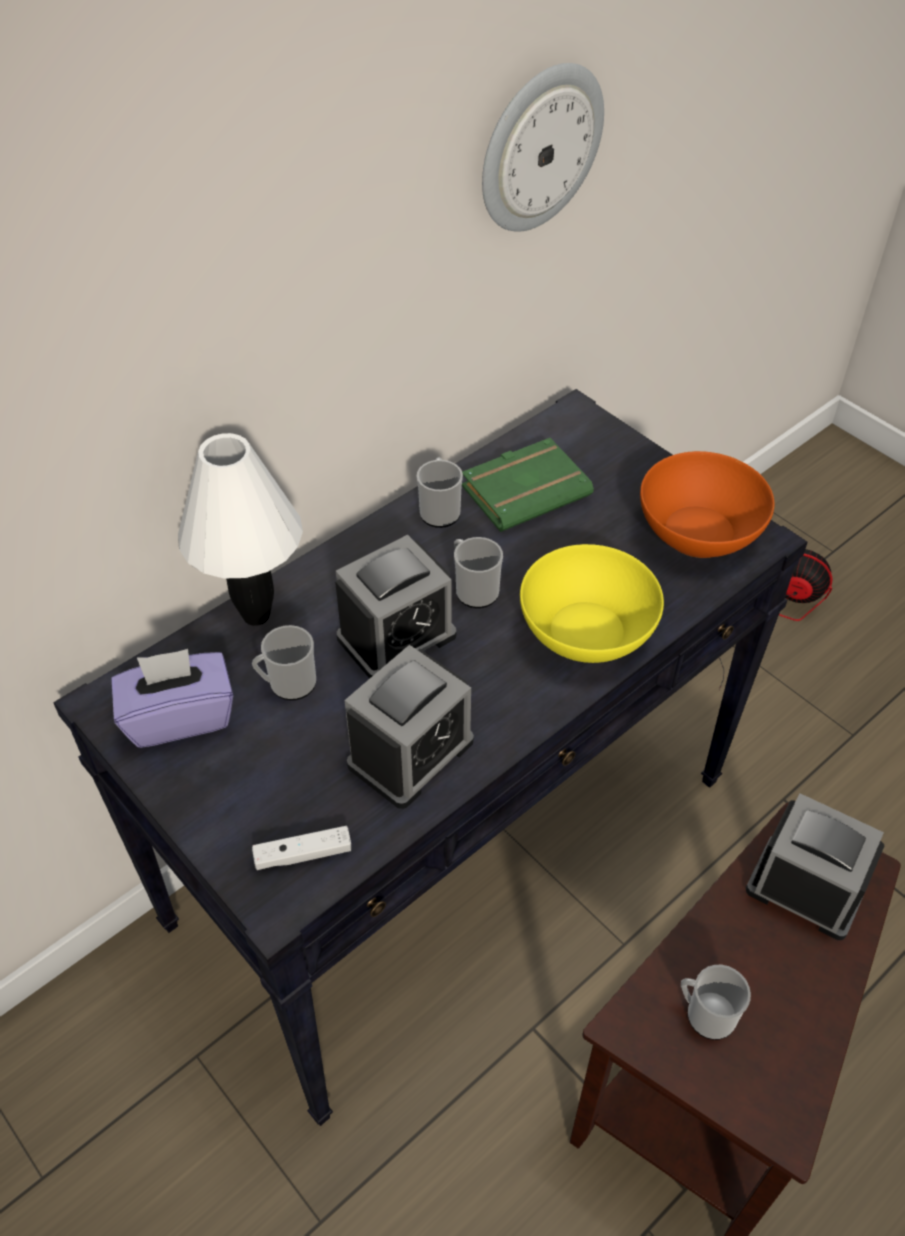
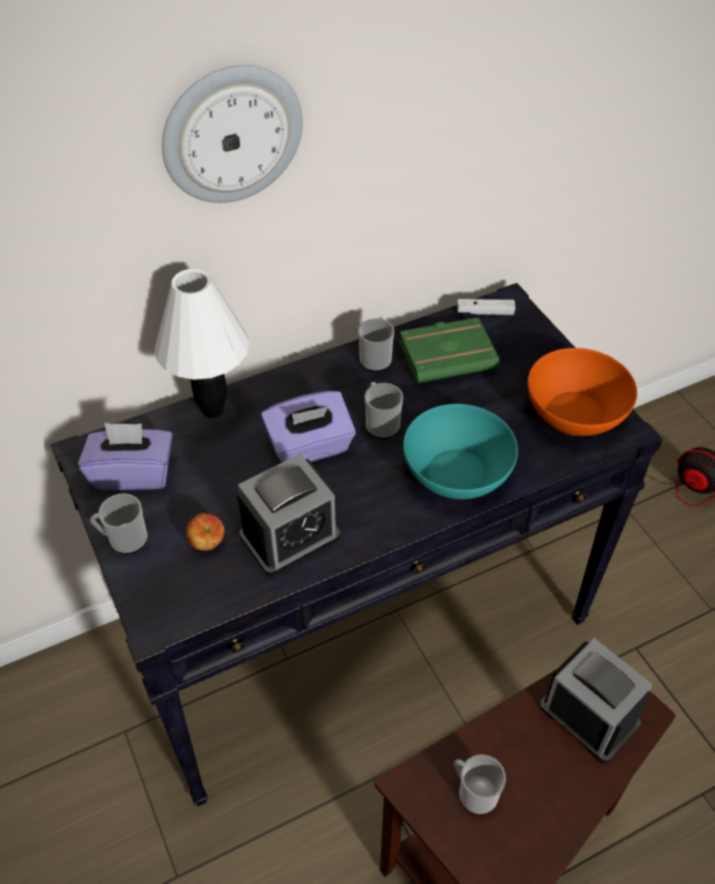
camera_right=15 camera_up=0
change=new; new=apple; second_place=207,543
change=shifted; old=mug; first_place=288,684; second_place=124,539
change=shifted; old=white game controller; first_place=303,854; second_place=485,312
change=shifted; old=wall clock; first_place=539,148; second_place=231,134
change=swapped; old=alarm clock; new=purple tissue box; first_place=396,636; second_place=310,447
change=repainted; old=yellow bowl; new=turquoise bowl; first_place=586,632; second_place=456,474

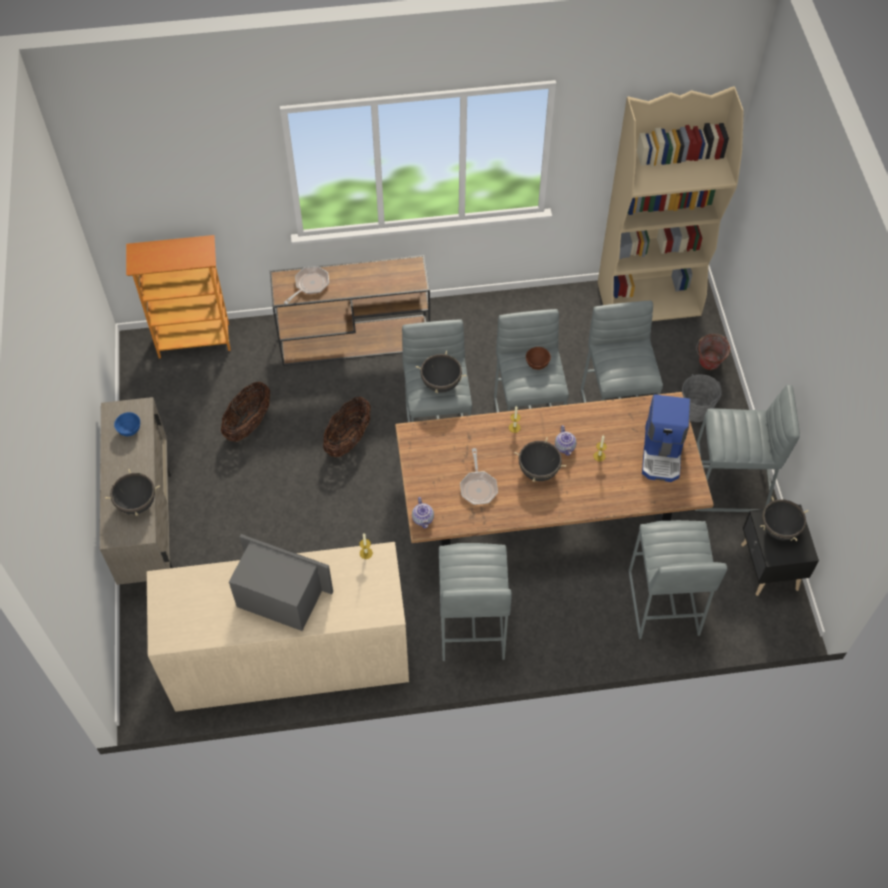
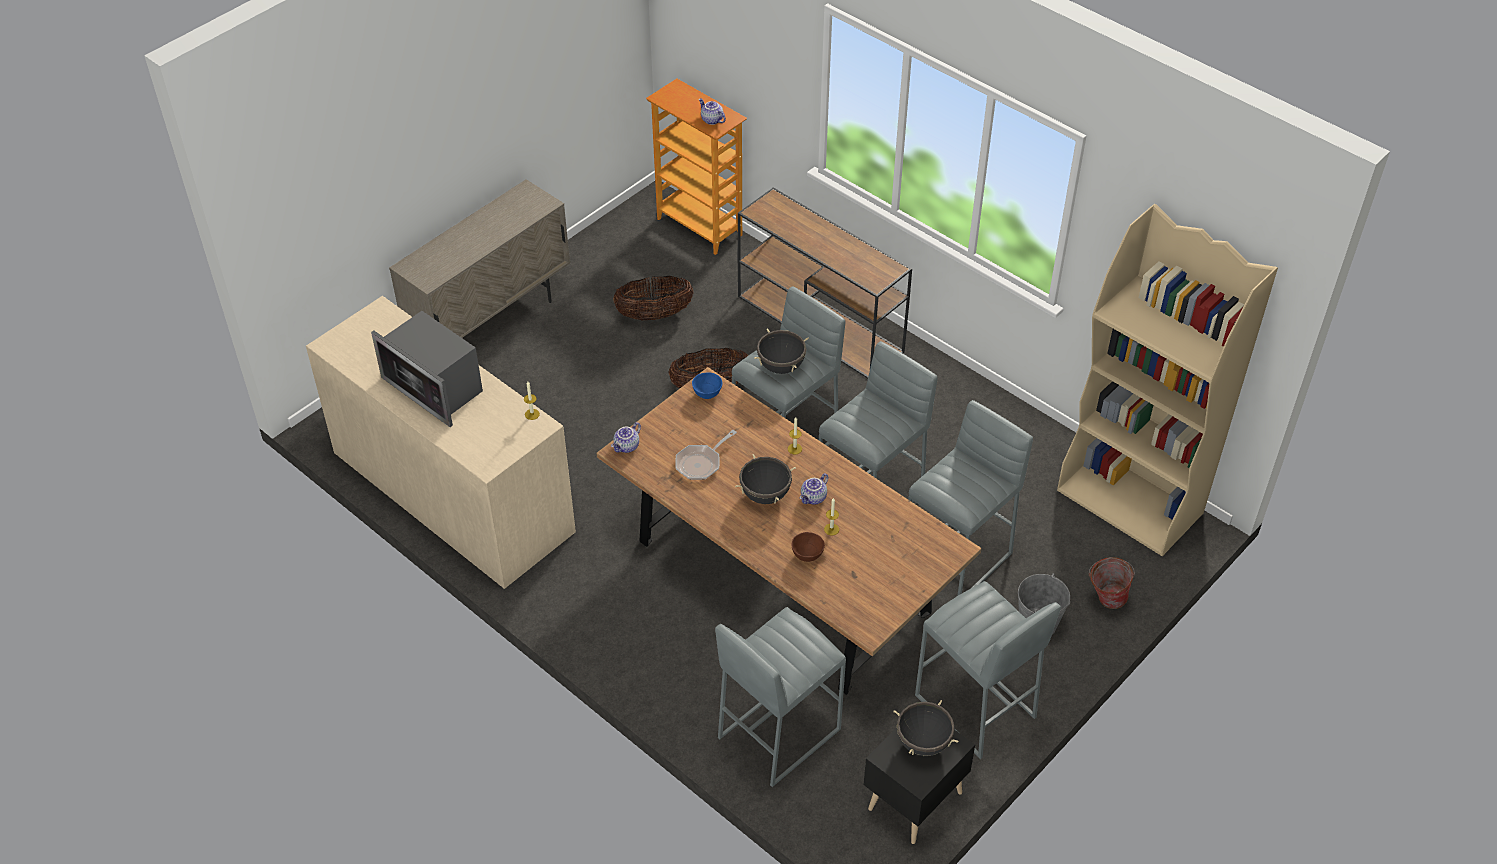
camera_right=50 camera_up=-10
change=gone; old=black cooking pot; first_place=137,503
change=gone; old=frying pan; first_place=310,285
change=gone; old=grey stool; first_place=471,625
change=gone; old=coffee machine; first_place=662,453
change=new; new=teapot; second_place=711,120
change=shifted; old=blue bowl; first_place=129,430; second_place=707,394
change=shifted; old=brown bowl; first_place=537,364; second_place=807,555
change=rotated; old=microwave; first_place=280,596; second_place=435,387; degrees=150

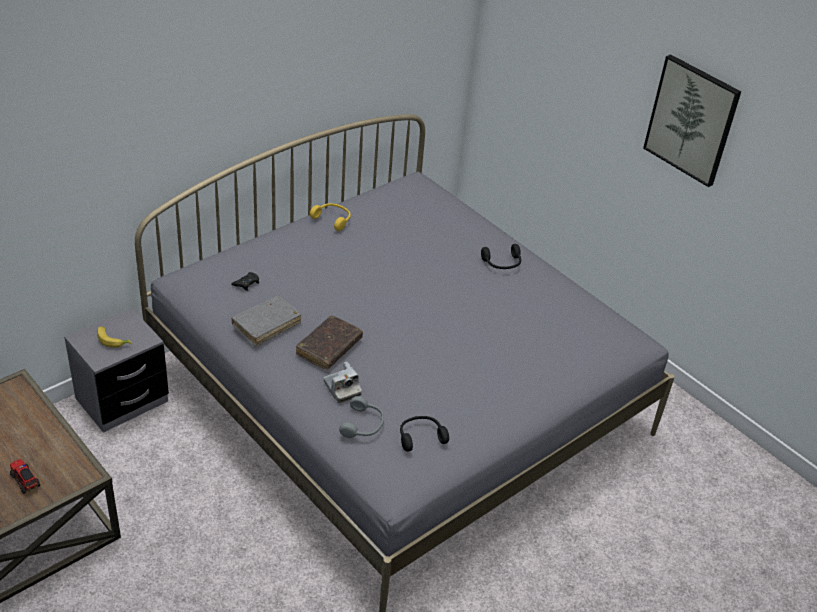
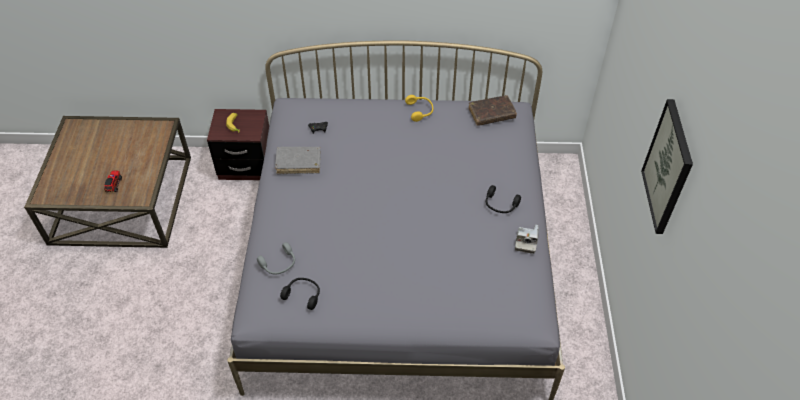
camera_right=45 camera_up=10
change=shifted; old=brown book; first_place=329,348; second_place=491,114
change=shifted; old=photo camera; first_place=342,389; second_place=526,242
change=repainted; old=grey nightstand; new=brown nightstand; first_place=122,400; second_place=246,165

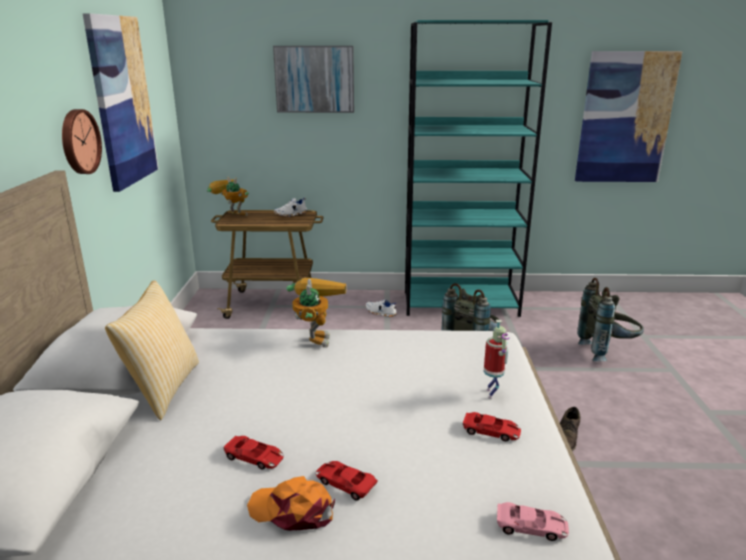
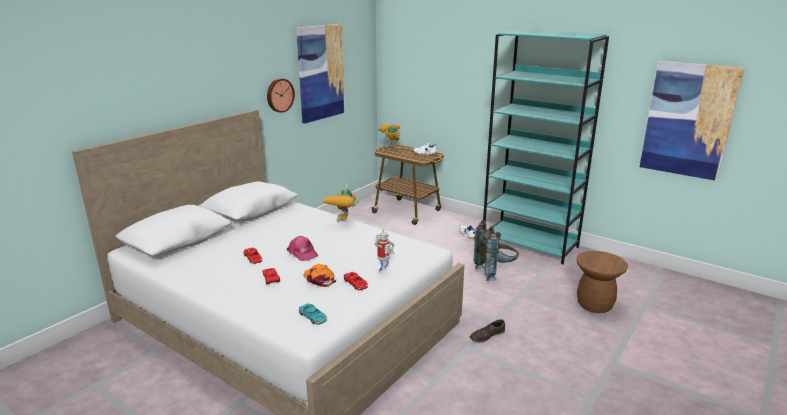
camera_right=35 camera_up=0
change=gone; old=pillow; first_place=162,389
change=gone; old=picture; first_place=314,79
change=new; new=pink cap; second_place=302,253
change=shifted; old=orange cap; first_place=292,510; second_place=319,278
change=swapped; old=grey backpack; new=brown stool; first_place=607,352; second_place=594,305
change=repainted; old=pink toy car; new=turquoise toy car; first_place=531,527; second_place=313,317
change=rotated; old=toy robot; first_place=315,336; second_place=344,222; degrees=150

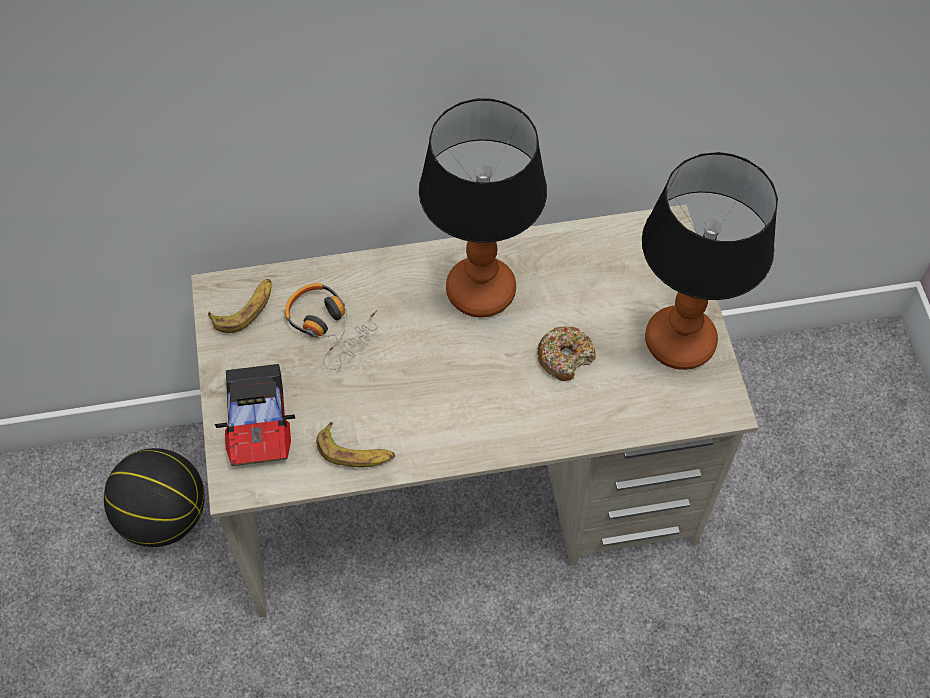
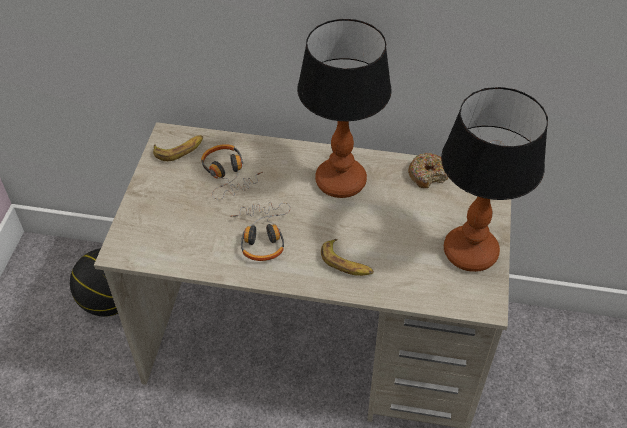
camera_right=20 camera_up=-10
change=gone; old=toy car; first_place=258,422
change=new; new=headphones; second_place=262,236
change=shifted; old=banana; first_place=355,452; second_place=346,263
change=shifted; old=donut; first_place=565,357; second_place=428,175

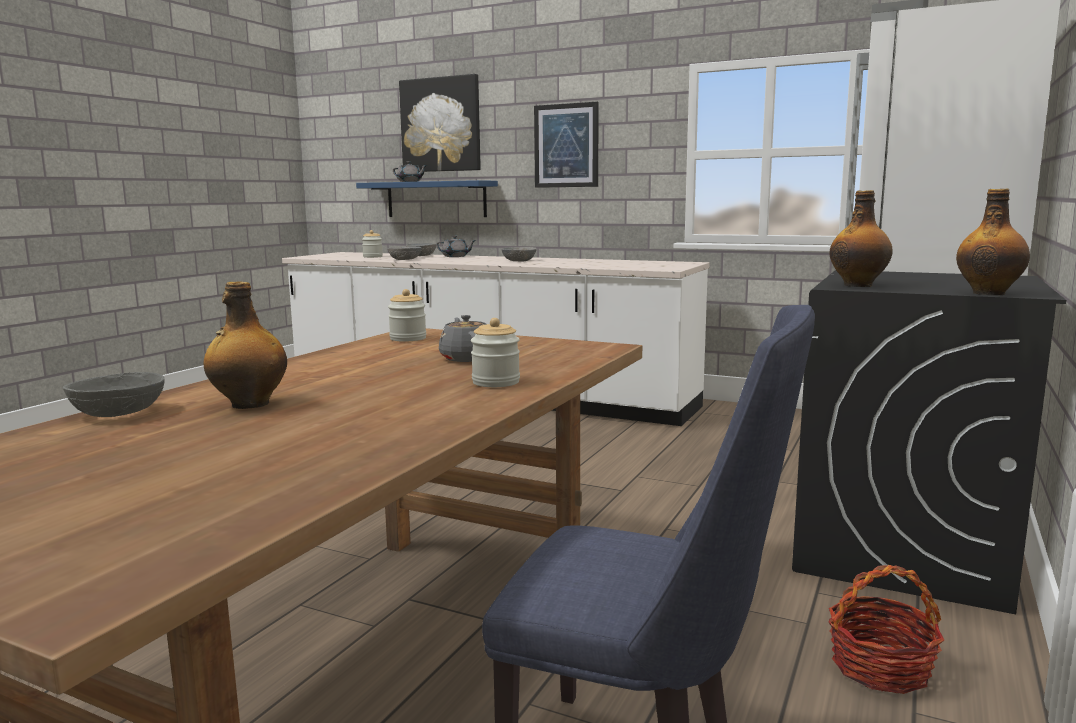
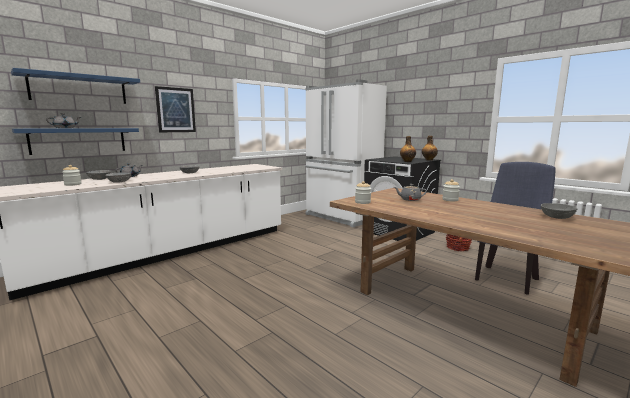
camera_right=-70 camera_up=0
change=gone; old=bottle; first_place=249,404
change=shifted; old=grey bowl; first_place=119,413; second_place=557,217
change=swapped; old=picture; new=blue shelf; first_place=441,125; second_place=79,89

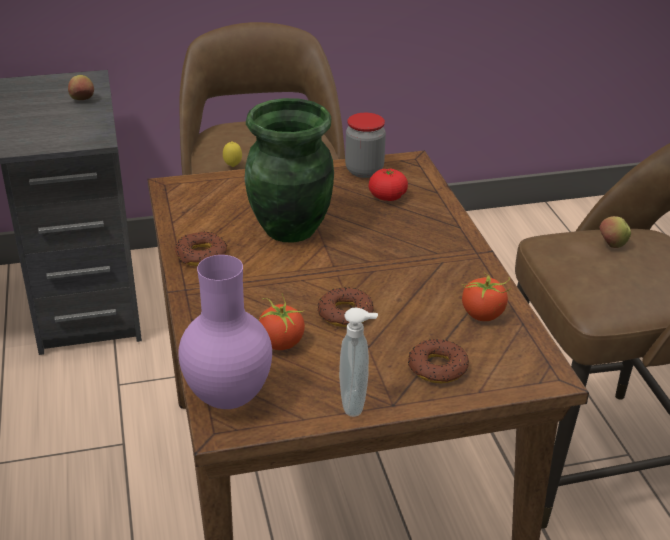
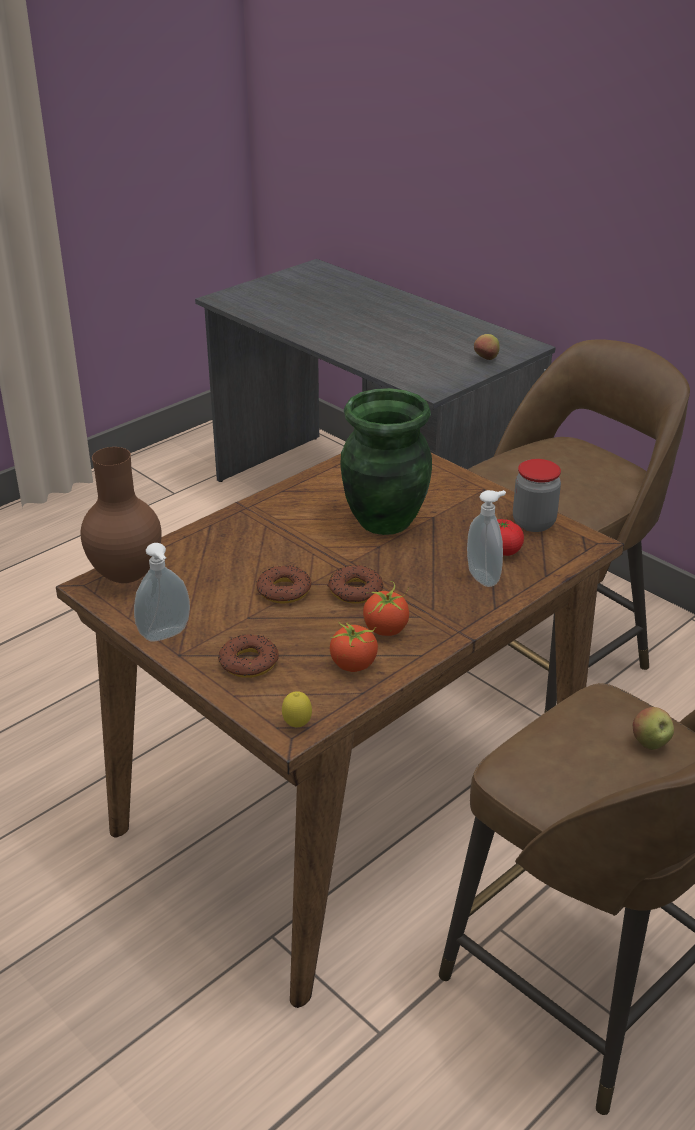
camera_right=60 camera_up=0
change=new; new=soap dispenser; second_place=484,577
change=shifted; old=donut; first_place=201,255; second_place=355,591
change=shifted; old=lemon; first_place=233,166; second_place=297,726
change=shifted; old=tomato; first_place=281,343; second_place=386,629
change=repainted; old=purple vase; new=brown vase; first_place=229,397; second_place=128,576

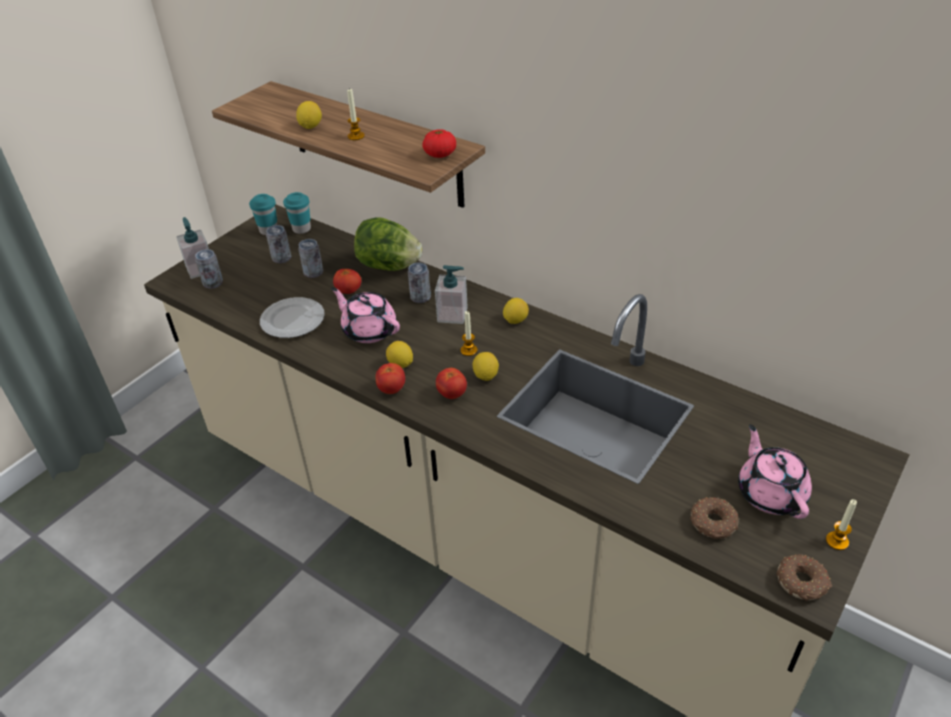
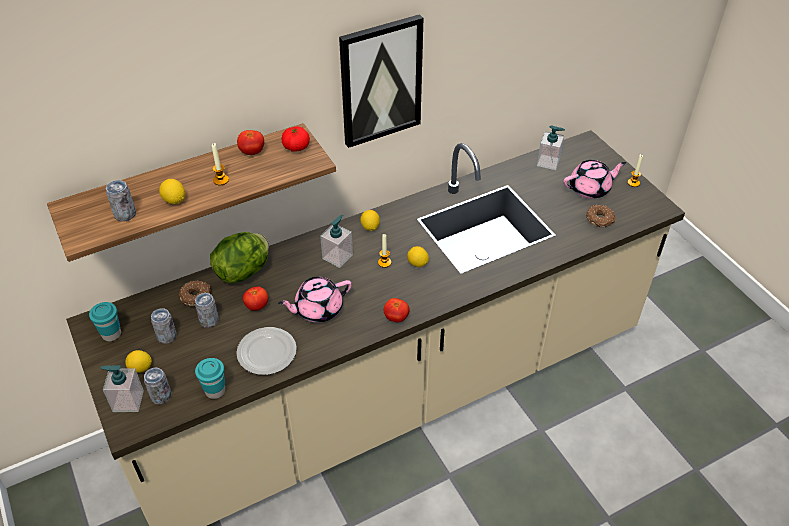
camera_right=-65 camera_up=5
change=new; new=picture; second_place=380,81
change=new; new=soap dispenser; second_place=548,162
change=shifted; old=turquoise cup; first_place=301,229; second_place=215,391
change=shifted; old=lemon; first_place=400,364; second_place=141,368
change=shifted; old=can; first_place=420,297; second_place=125,215
change=shifted; old=tomato; first_place=452,394; second_place=252,152
change=shifted; old=donut; first_place=802,583; second_place=196,296
change=rotated; old=pink teapot; first_place=770,492; second_place=590,189; degrees=150

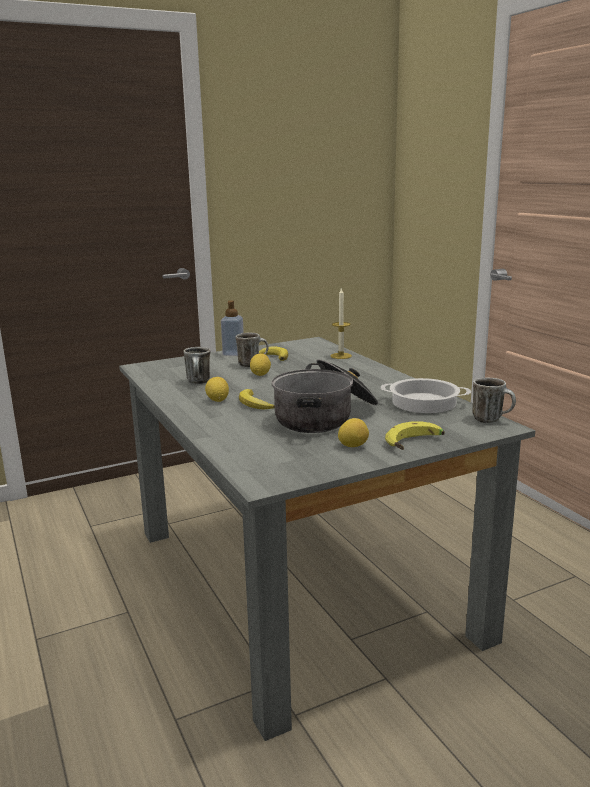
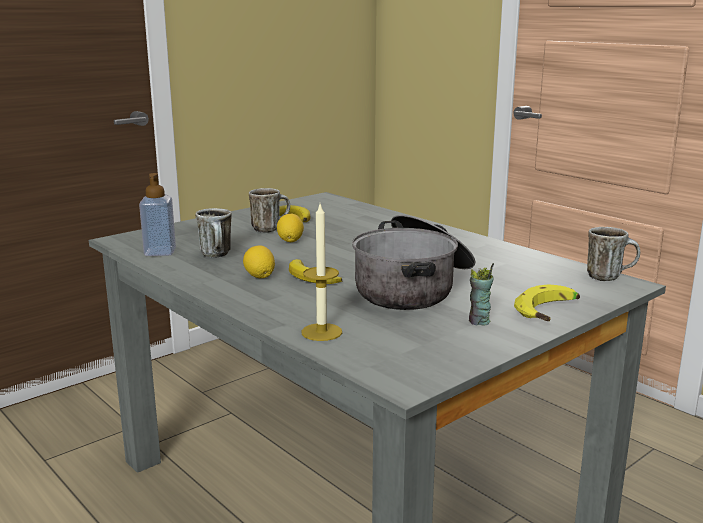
camera_right=-15 camera_up=0
change=gone; old=cooking pot; first_place=423,403
change=shifted; old=soap dispenser; first_place=233,353; second_place=160,252
change=shifted; old=candle; first_place=341,356; second_place=321,332
change=swapped; old=lemon; new=cup; first_place=353,446; second_place=479,321

